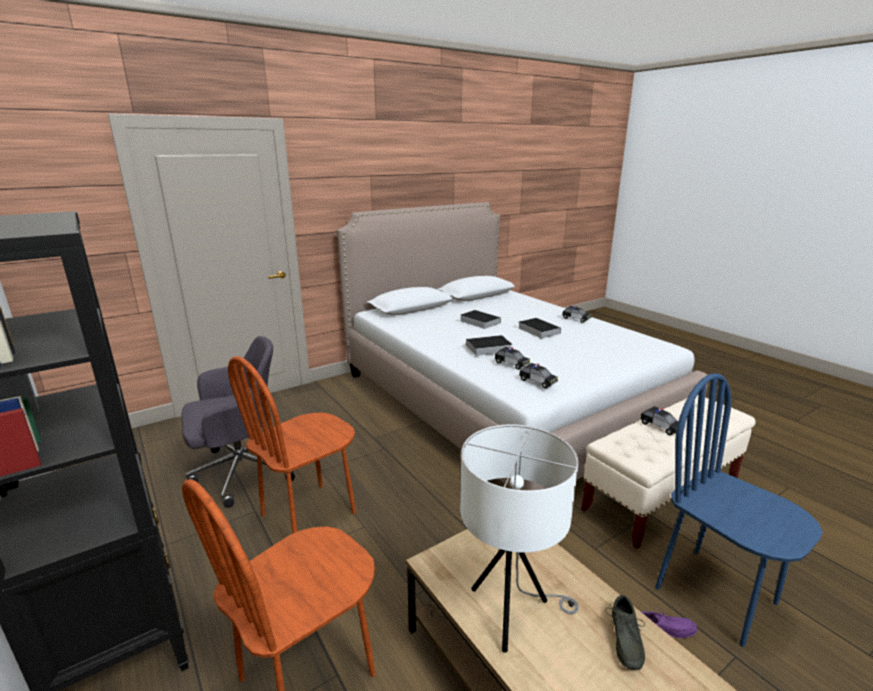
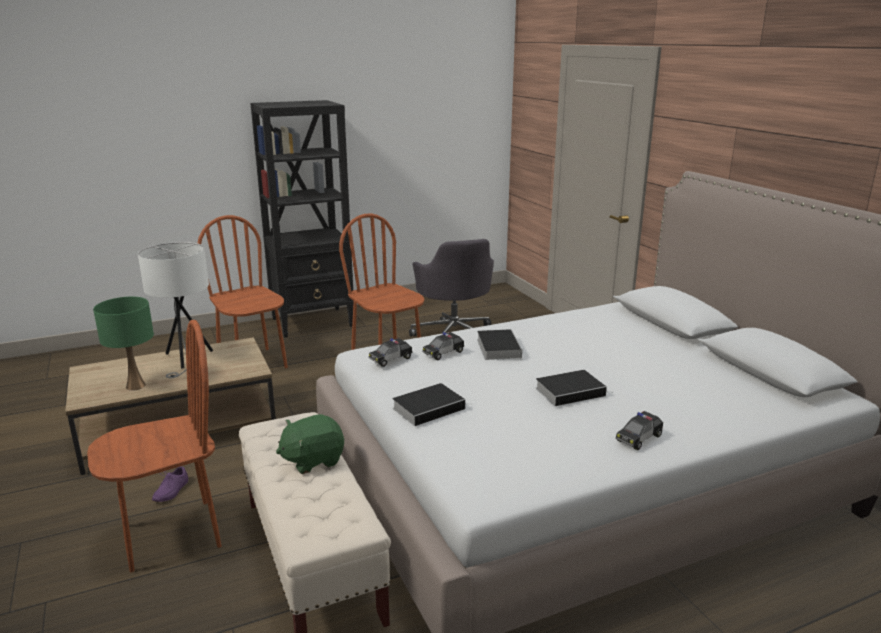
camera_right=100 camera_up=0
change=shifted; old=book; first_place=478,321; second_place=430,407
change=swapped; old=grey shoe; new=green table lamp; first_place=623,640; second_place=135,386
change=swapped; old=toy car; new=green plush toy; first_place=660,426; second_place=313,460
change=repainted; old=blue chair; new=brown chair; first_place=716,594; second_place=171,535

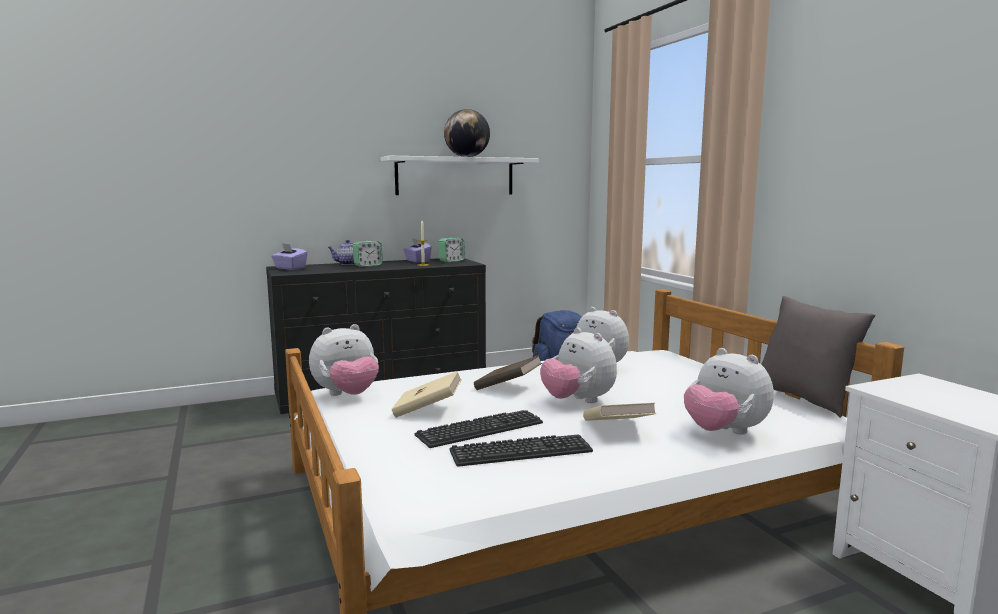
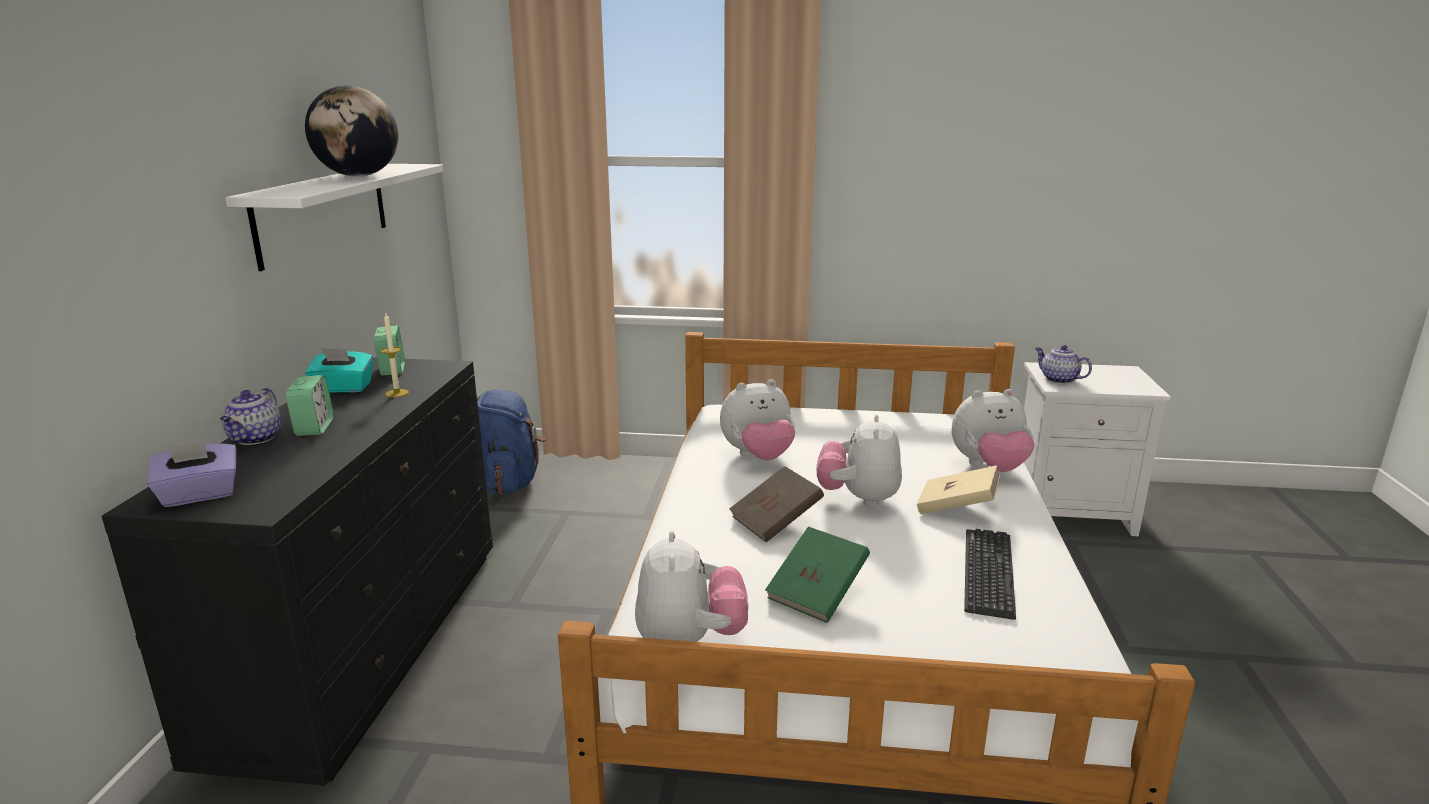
camera_right=-60 camera_up=10
change=gone; old=keyboard; first_place=480,429
change=gone; old=grey pillow; first_place=805,399
change=new; new=teapot; second_place=1058,379
change=repainted; old=beige book; new=green book; first_place=427,410; second_place=817,593
change=repainted; old=purple tissue box; new=turquoise tissue box; first_place=417,261; second_place=343,388
change=rotated; old=plush toy; first_place=578,401; second_place=858,499; degrees=105

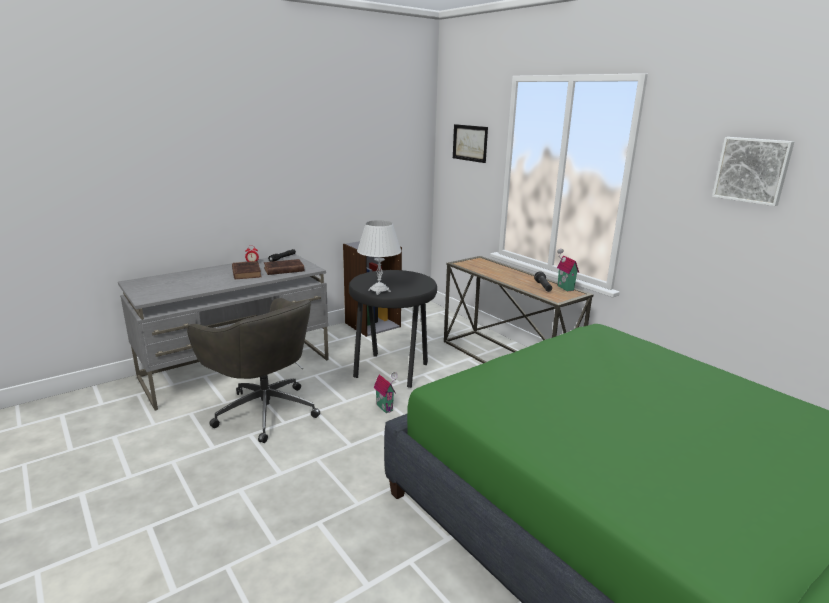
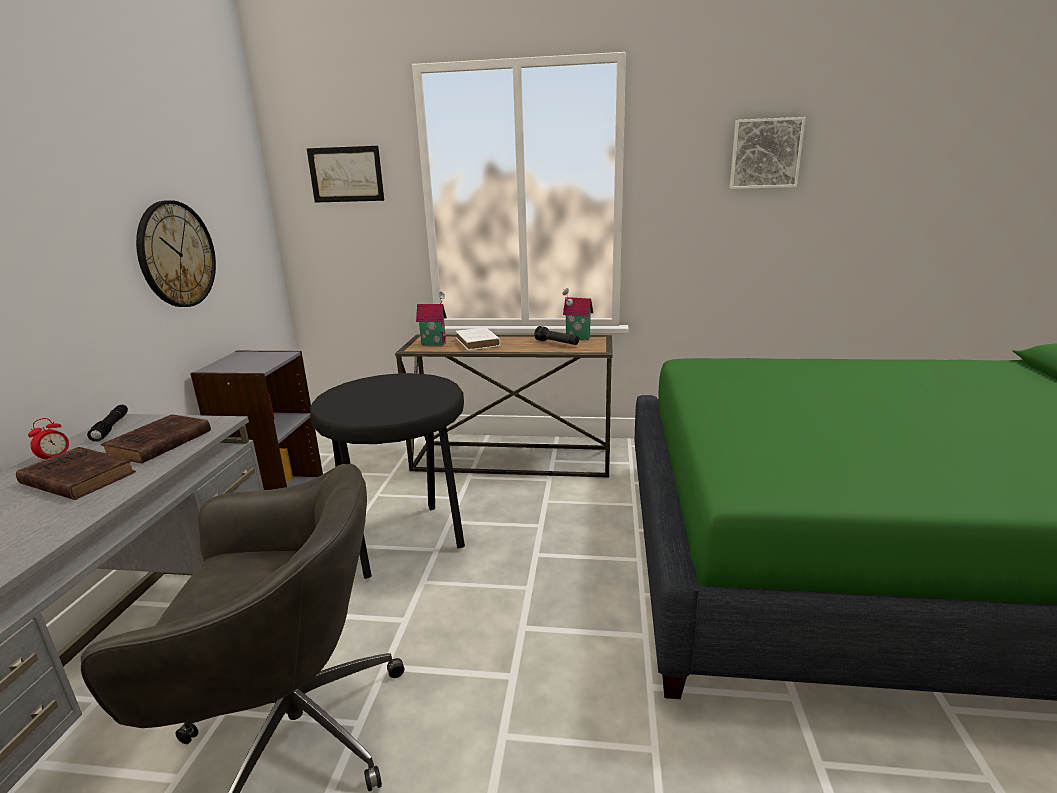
camera_right=-45 camera_up=0
change=gone; old=white table lamp; first_place=379,291
change=new; new=wall clock; second_place=176,254
change=new; new=white book; second_place=478,342
change=shifted; old=toy house; first_place=385,407; second_place=434,343

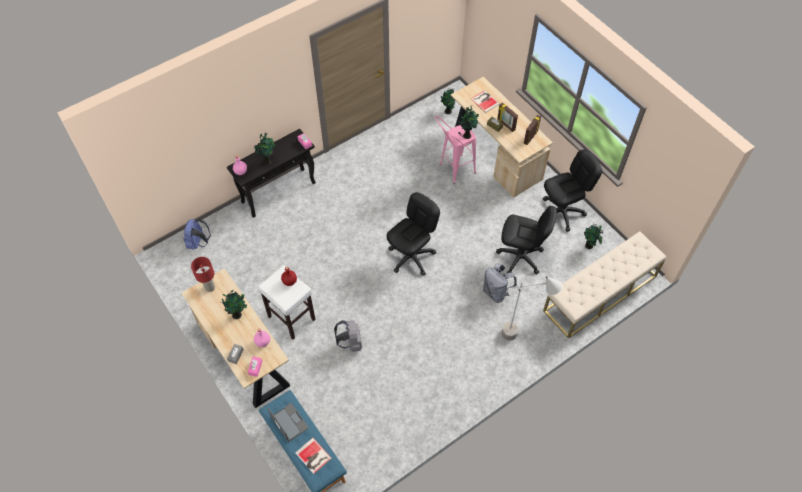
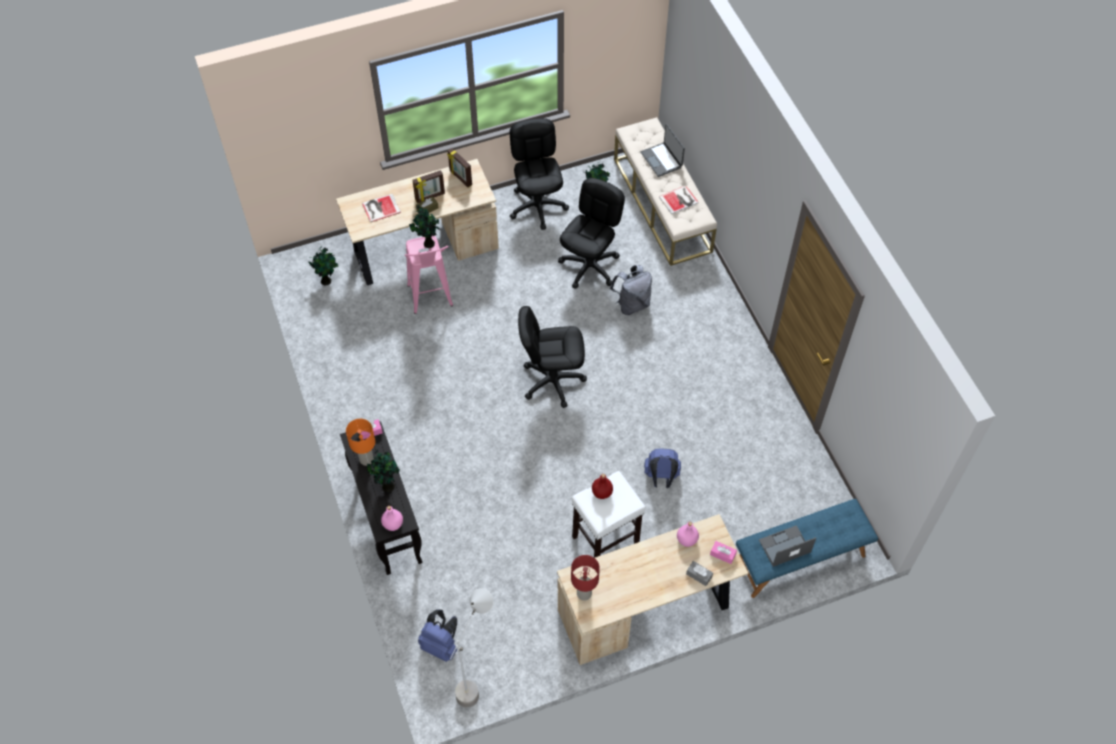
camera_right=-75 camera_up=0
change=gone; old=potted plant; first_place=237,314
change=new; new=orange table lamp; second_place=367,459
change=new; new=laptop; second_place=662,160
change=shifted; old=book; first_place=313,456; second_place=679,200
change=shifted; old=grey floor lamp; first_place=522,336; second_place=477,679
change=repainted; old=grey backpack; new=blue backpack; first_place=350,343; second_place=661,478
change=rotated; old=black office chair; first_place=411,257; second_place=552,380; degrees=-60

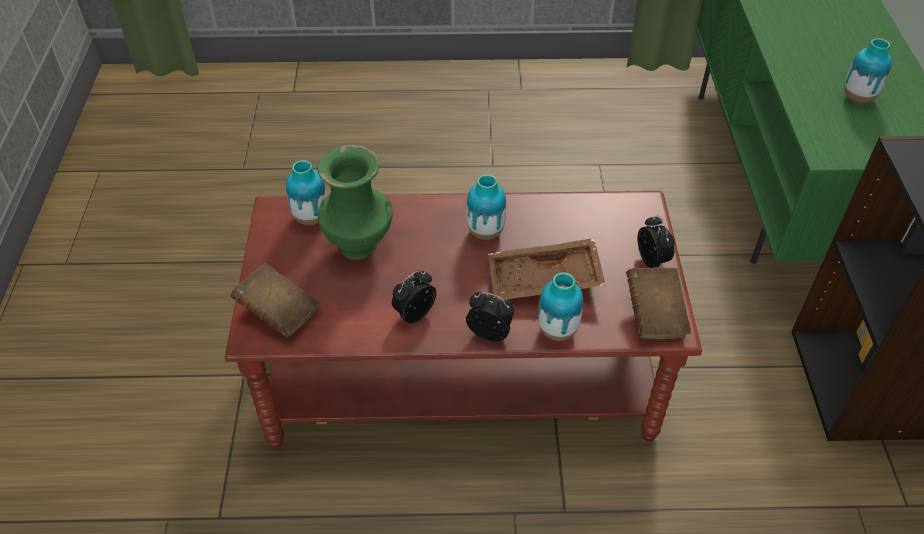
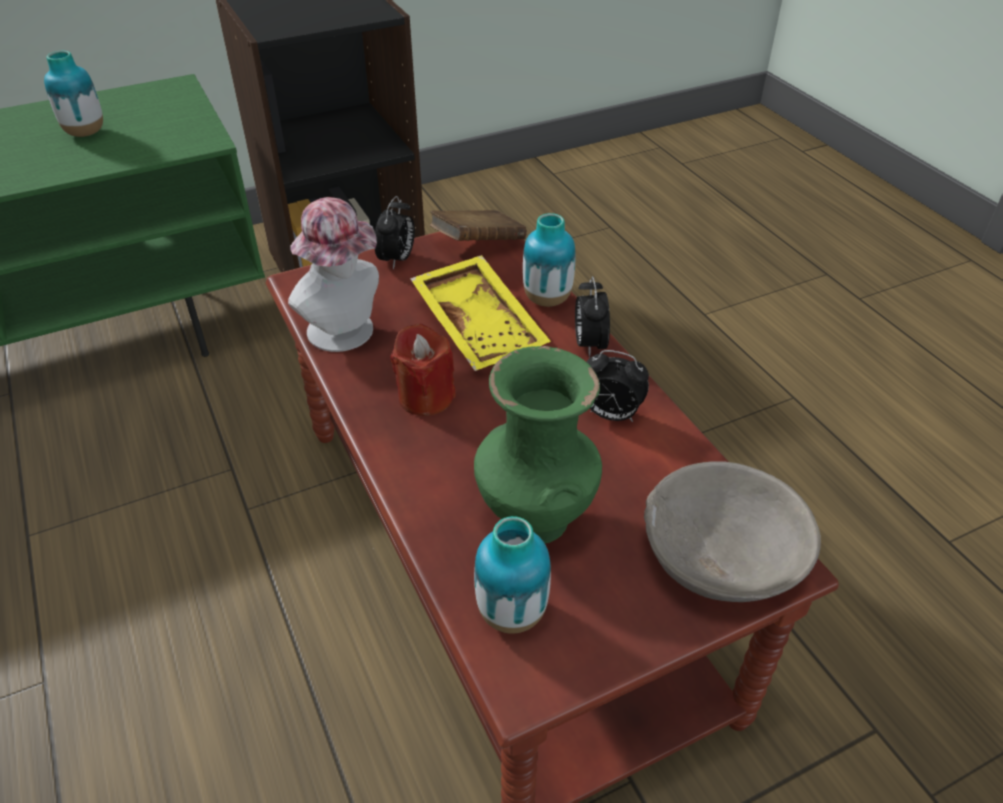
camera_right=-115 camera_up=-5
change=new; new=hat; second_place=346,334
change=swapped; old=brown book; new=grey bowl; first_place=278,313; second_place=722,555
change=swapped; old=vase; new=red candle; first_place=485,232; second_place=425,397
change=repainted; old=brown tray; new=yellow tray; first_place=544,281; second_place=481,326
change=rotated; old=alarm clock; first_place=652,261; second_place=397,260; degrees=150

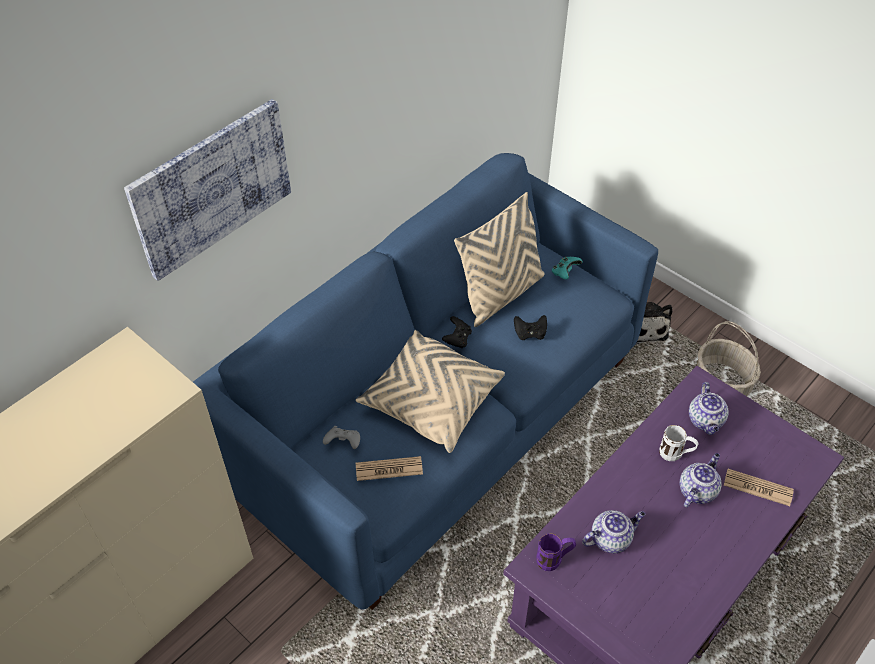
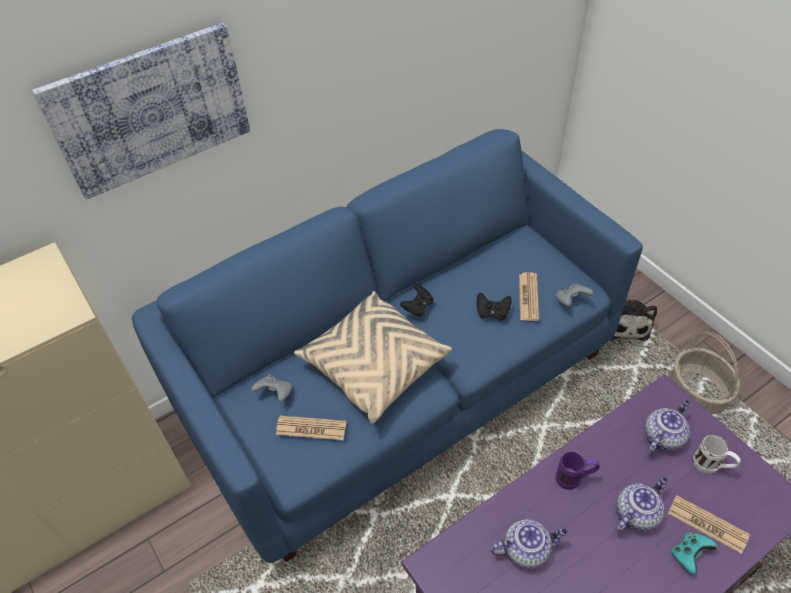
camera_right=15 camera_up=0
change=gone; old=beige pillow; first_place=500,294
change=new; new=newspaper; second_place=528,297
change=new; new=grey game controller; second_place=571,300
change=shifted; old=purple mug; first_place=554,560; second_place=574,479
change=shifted; old=turquoise game controller; first_place=565,272; second_place=689,554
change=shifted; old=white mug; first_place=675,455; second_place=710,467
change=rotated; old=teapot; first_place=706,421; second_place=662,436; degrees=-150

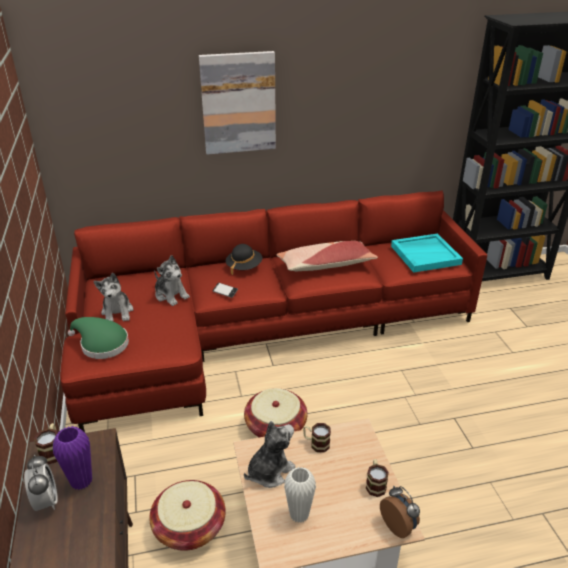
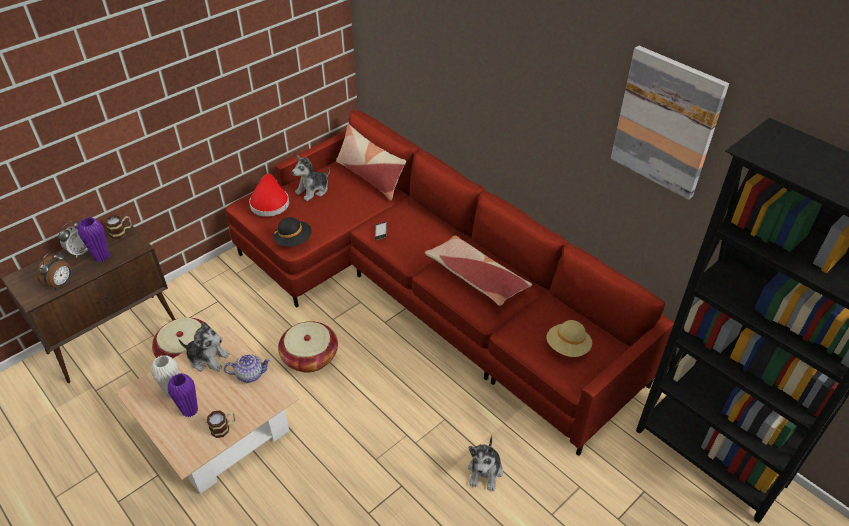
camera_right=60 camera_up=10
change=new; new=purple vase; second_place=190,410
change=new; new=pillow; second_place=370,176
change=shifted; old=plush toy; first_place=171,295; second_place=485,471
change=shifted; old=picture; first_place=238,103; second_place=666,123
change=shifted; old=black hat; first_place=244,267; second_place=293,240
change=shifted; old=alarm clock; first_place=399,526; second_place=61,284
change=swapped; old=mug; new=teapot; first_place=316,443; second_place=250,374
change=swapped; old=turquoise tray; new=beige hat; first_place=425,255; second_place=567,347
change=repainted; old=green hat; new=red hat; first_place=101,344; second_place=269,203

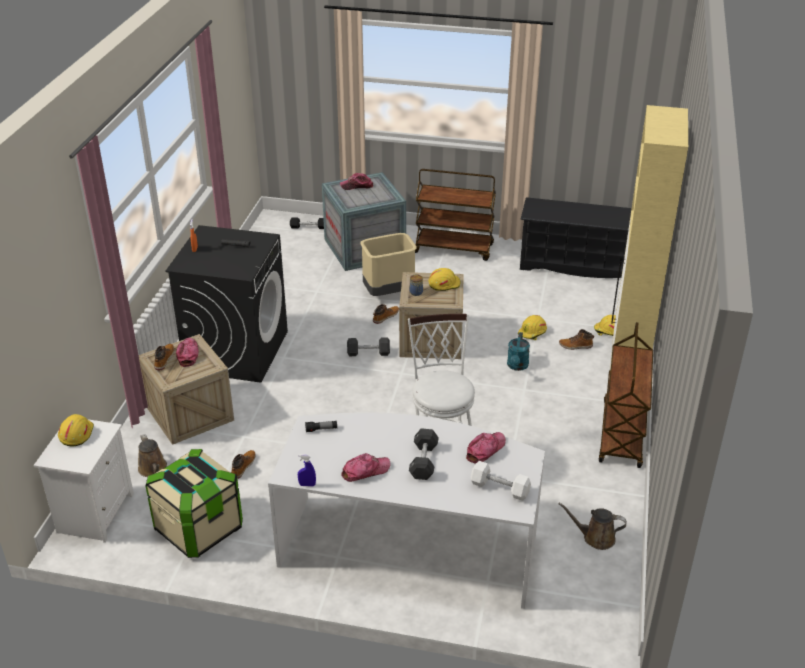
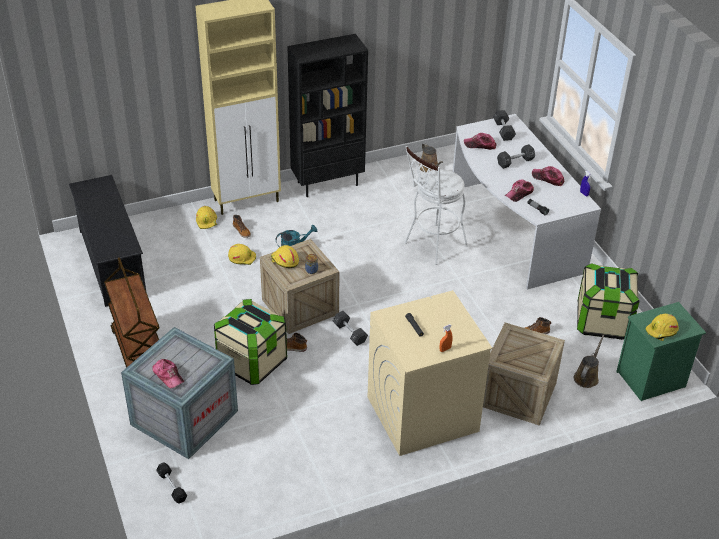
camera_right=-125 camera_up=5
change=gone; old=boot; first_place=164,359
change=shifted; old=cap; first_place=188,354; second_place=519,193
change=swapped; old=beige trash can; new=storage box; first_place=389,293; second_place=252,362
change=swapped; old=brown cart; new=black bookcase; first_place=622,435; second_place=328,183
change=repainted; old=white nightstand; new=green nightstand; first_place=95,512; second_place=651,380
change=repainted; old=black washing machine; new=beige washing machine; first_place=236,351; second_place=422,414
change=repainted; old=white dumbbell; new=black dumbbell; first_place=500,488; second_place=503,130

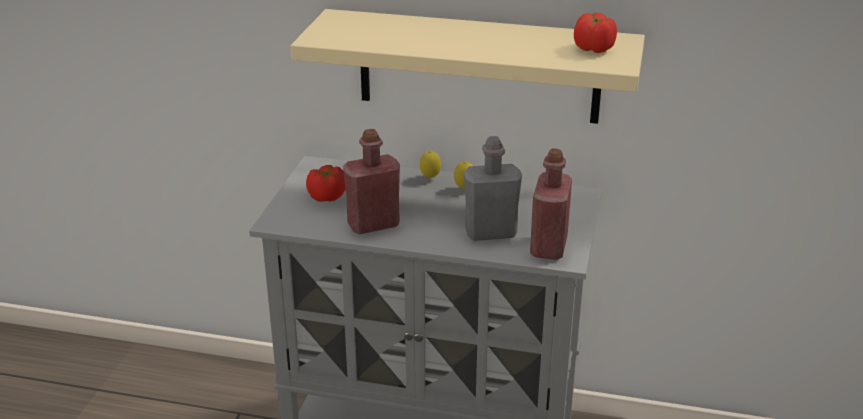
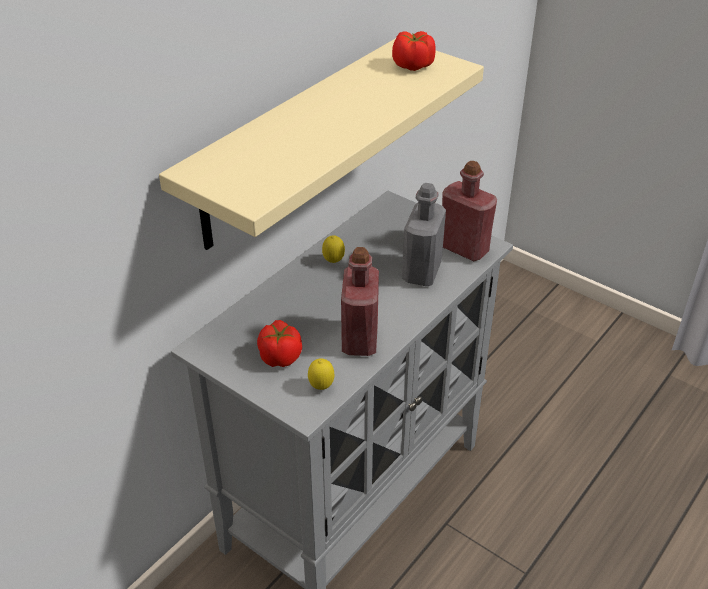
camera_right=-65 camera_up=10
change=shifted; old=lemon; first_place=430,178; second_place=321,387

